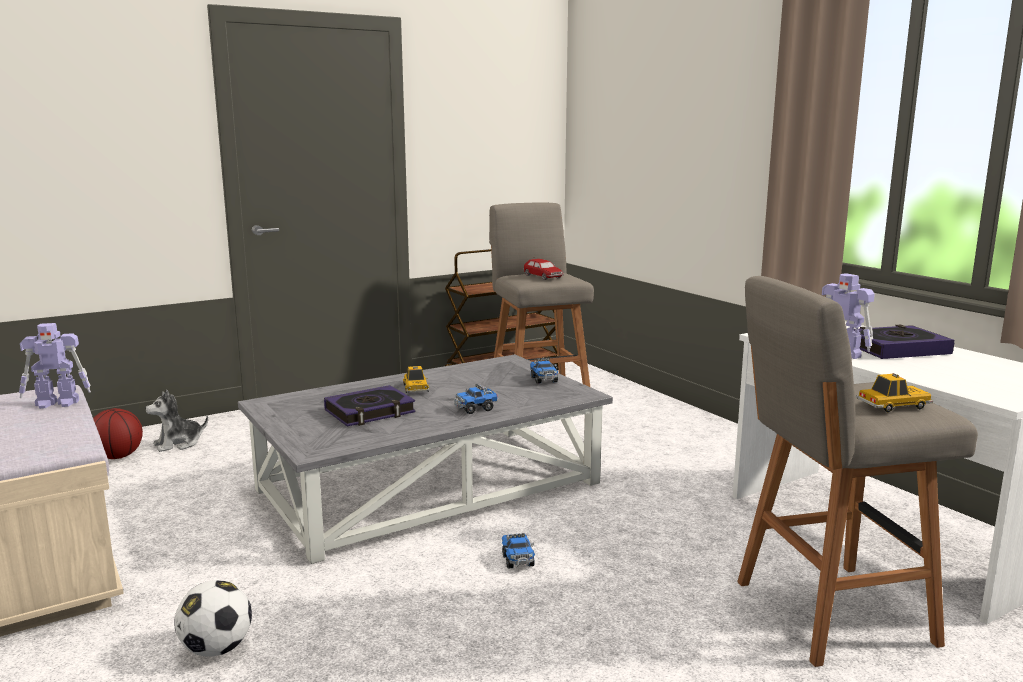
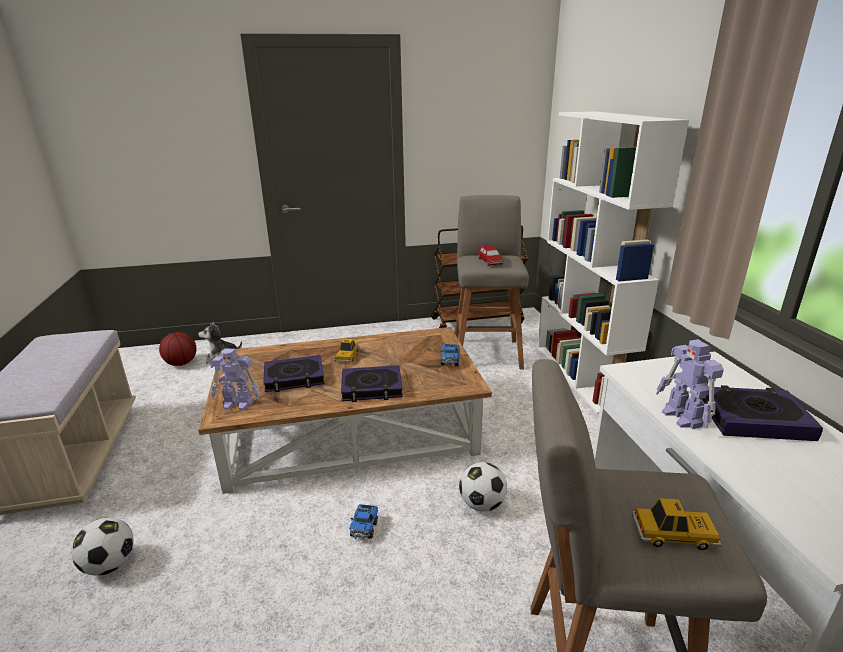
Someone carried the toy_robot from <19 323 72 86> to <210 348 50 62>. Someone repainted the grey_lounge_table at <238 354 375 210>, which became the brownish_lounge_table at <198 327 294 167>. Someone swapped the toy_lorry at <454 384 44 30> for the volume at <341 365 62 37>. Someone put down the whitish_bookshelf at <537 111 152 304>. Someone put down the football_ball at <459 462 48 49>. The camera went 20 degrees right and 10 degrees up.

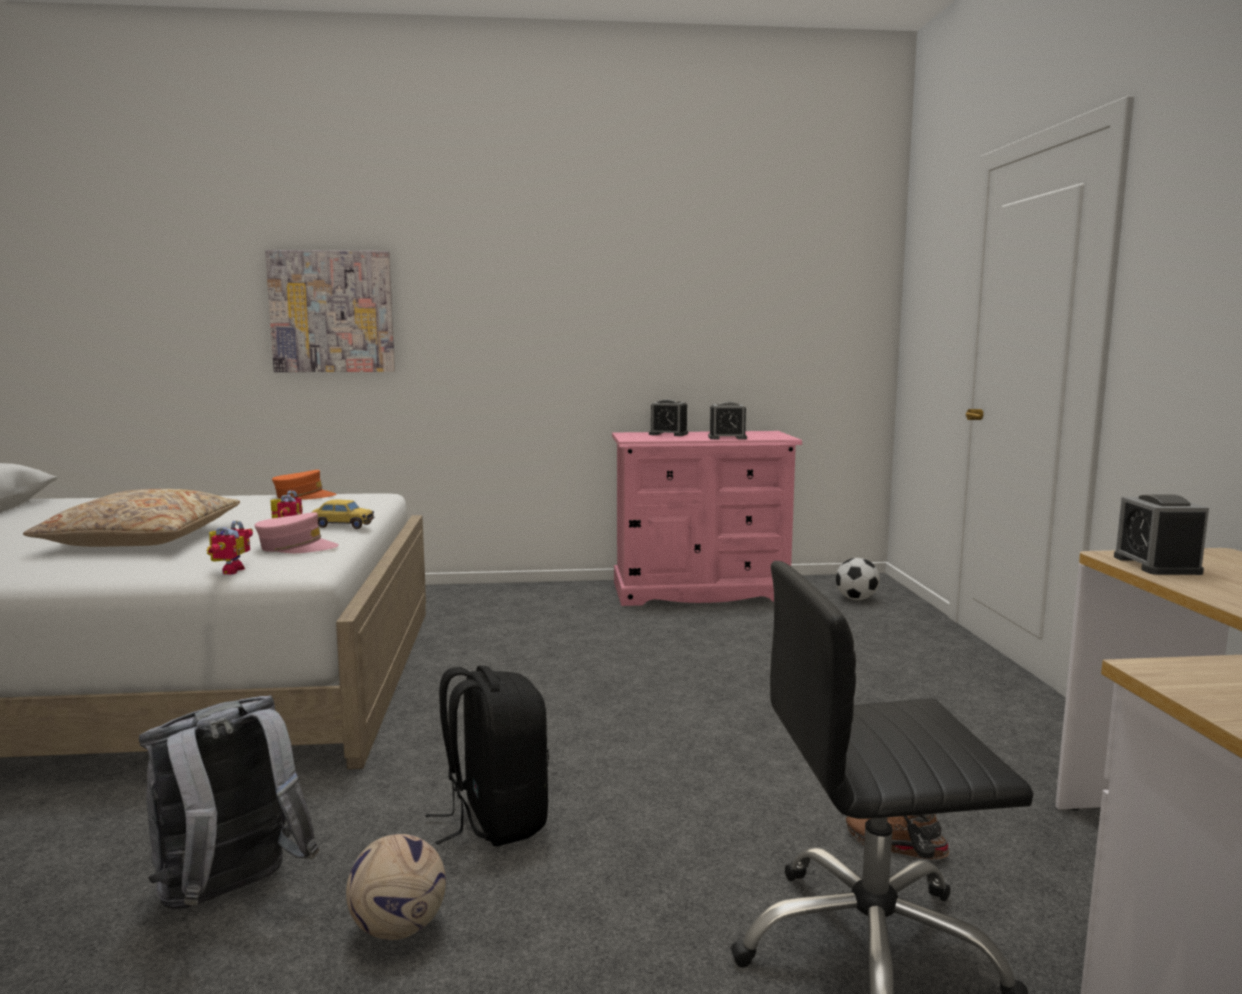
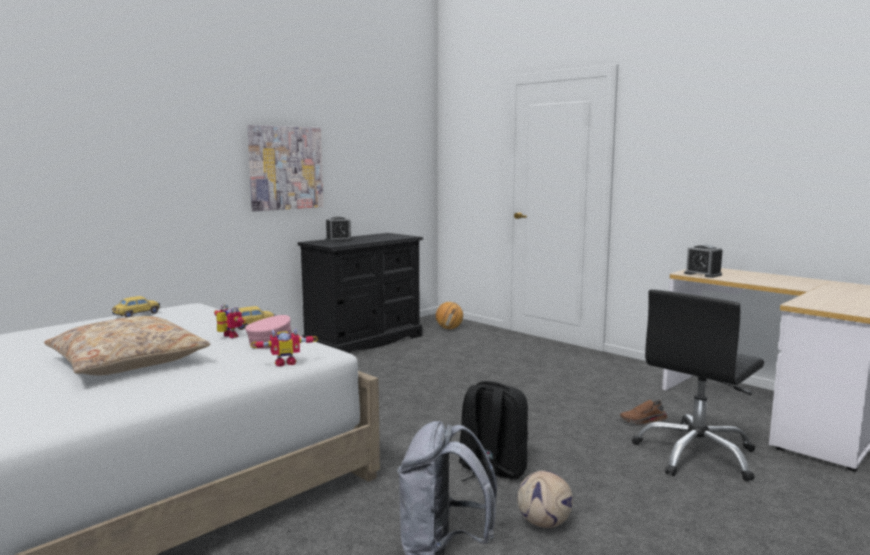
Someone carried the wall_art from <265 250 130 122> to <247 125 76 86>. Someone took away the alarm_clock at <708 401 39 38>. Someone repainted the pink_drawer_chest at <612 431 190 175>, which became the black_drawer_chest at <298 233 125 120>. Someone swapped the orange_peaked_cap at <272 470 64 29> for the miniature_car at <112 296 48 21>. Someone rotated the toy_robot at <207 520 46 55> by 105 degrees clockwise. Someone swapped the football_ball at <836 558 44 42> for the basketball at <436 302 27 27>. The camera went 40 degrees left and 0 degrees up.

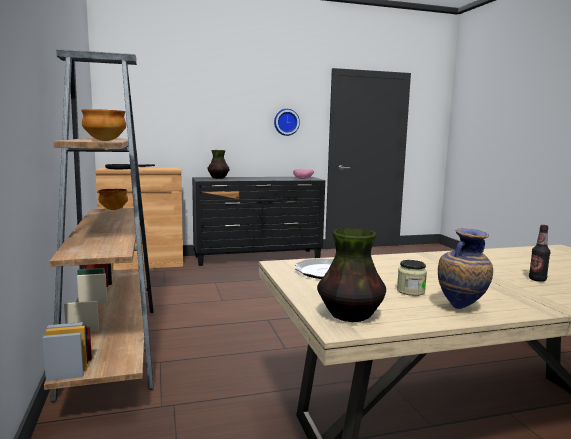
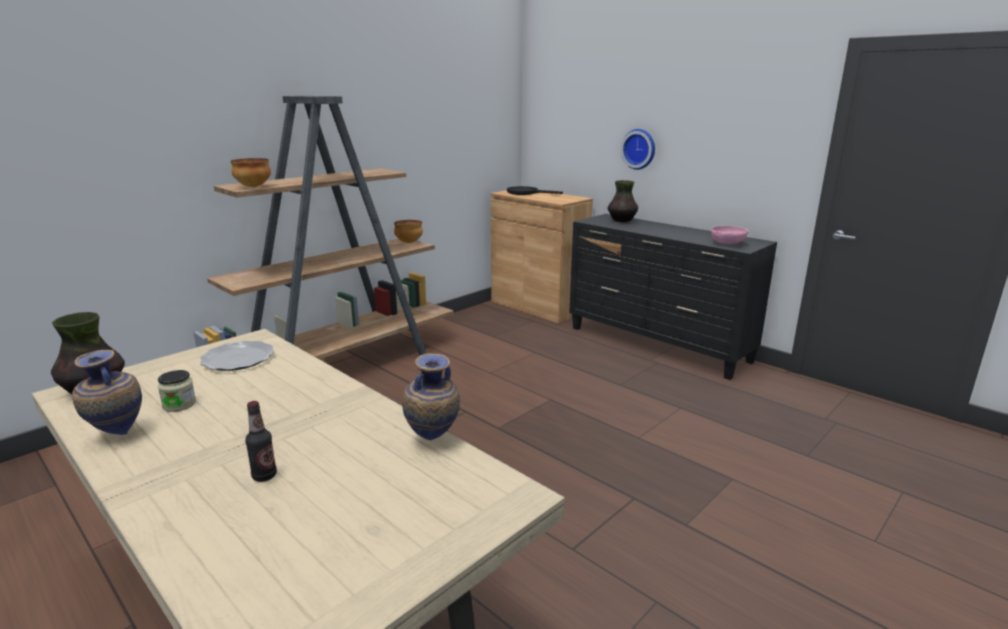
Someone carried the clock_on_the_wall from <274 109 26 27> to <621 129 34 41>. Someone put down the vase at <402 354 58 86>. The camera went 60 degrees right and 10 degrees up.

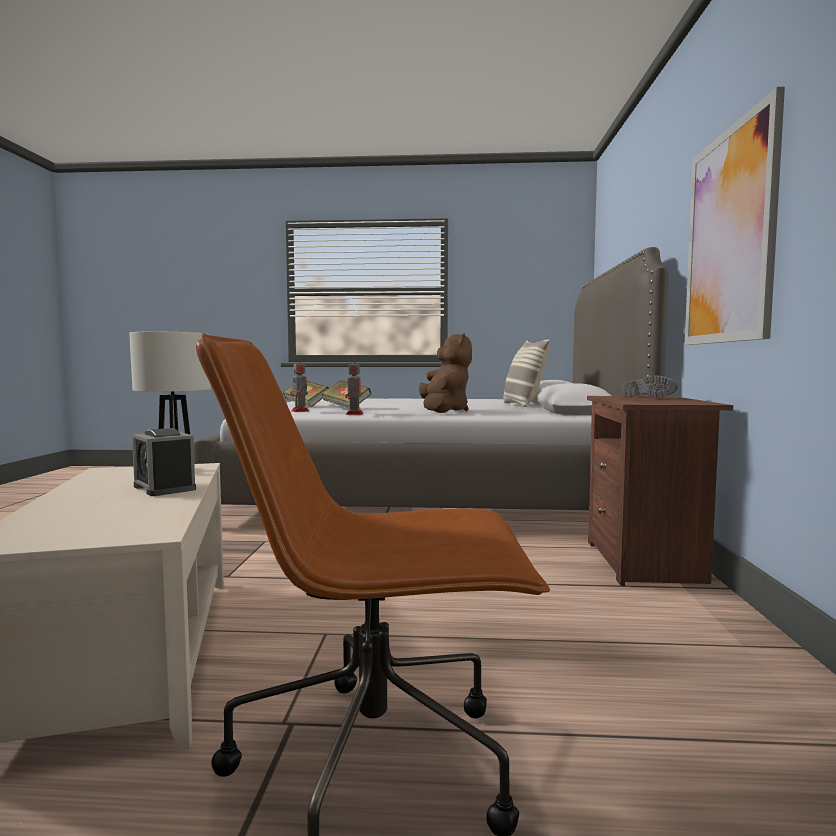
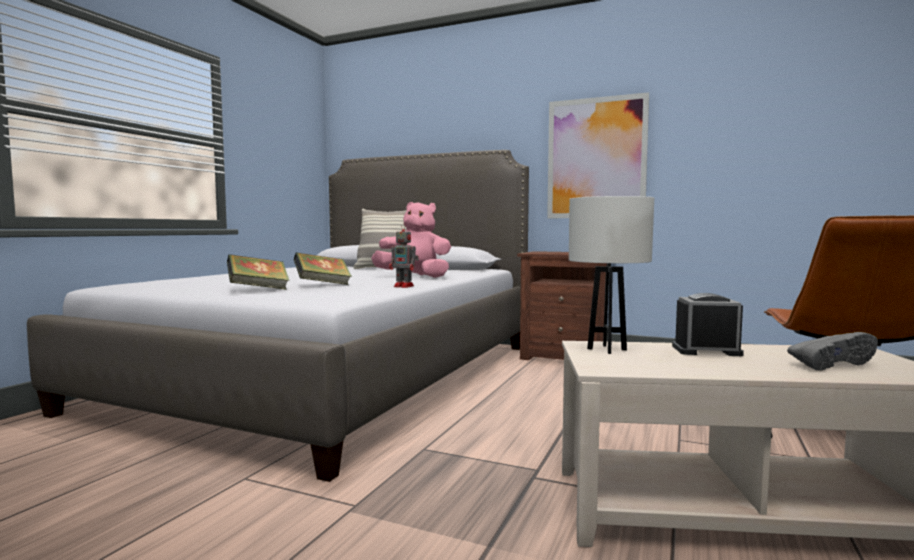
Someone repainted the brownish_cuddly_toy at <419 333 53 80>, which became the pink_cuddly_toy at <371 202 80 76>. Someone took away the toy_robot at <290 357 19 55>. Someone carried the grey_low_shoe from <621 375 57 23> to <787 332 91 39>. Someone rotated the alarm_clock at <132 428 64 68> by 150 degrees counterclockwise. The camera went 70 degrees left and 0 degrees up.

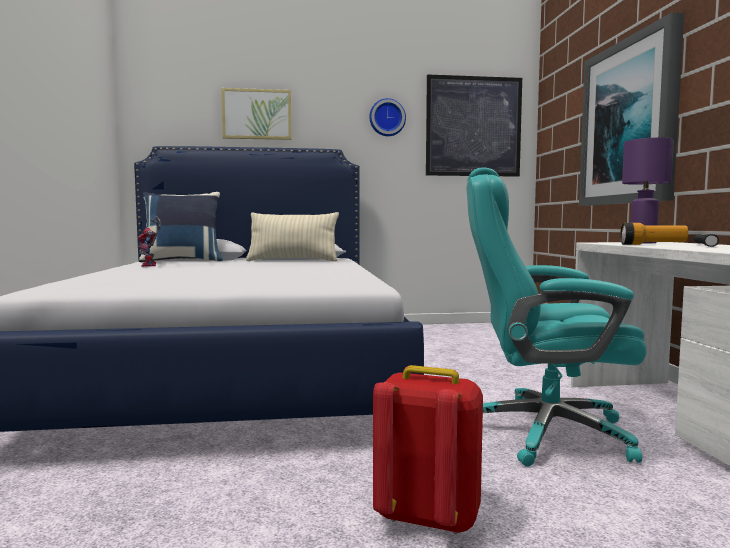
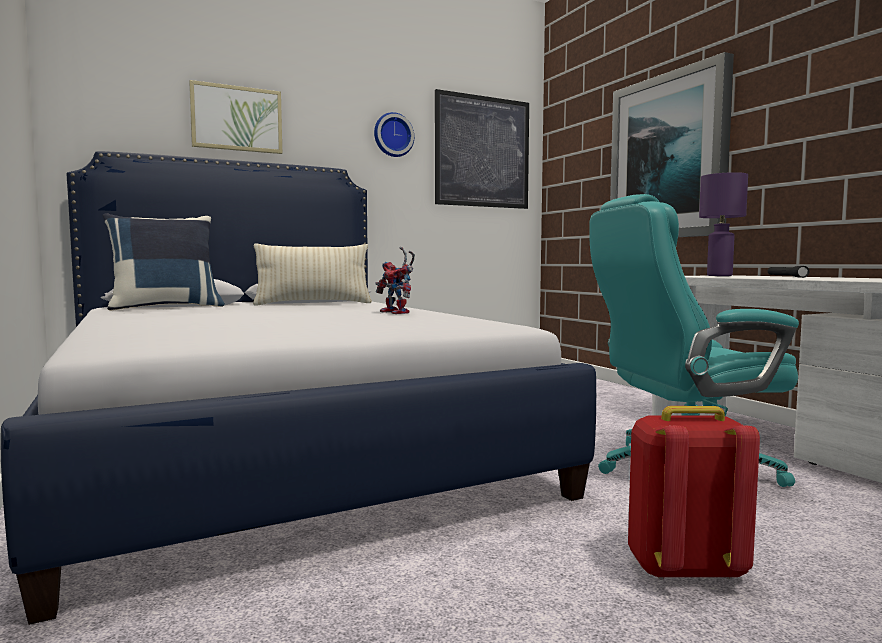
Someone carried the toy_robot from <138 216 23 51> to <375 247 40 67>. Someone took away the hand_torch at <620 223 68 22>. The camera went 20 degrees left and 0 degrees up.

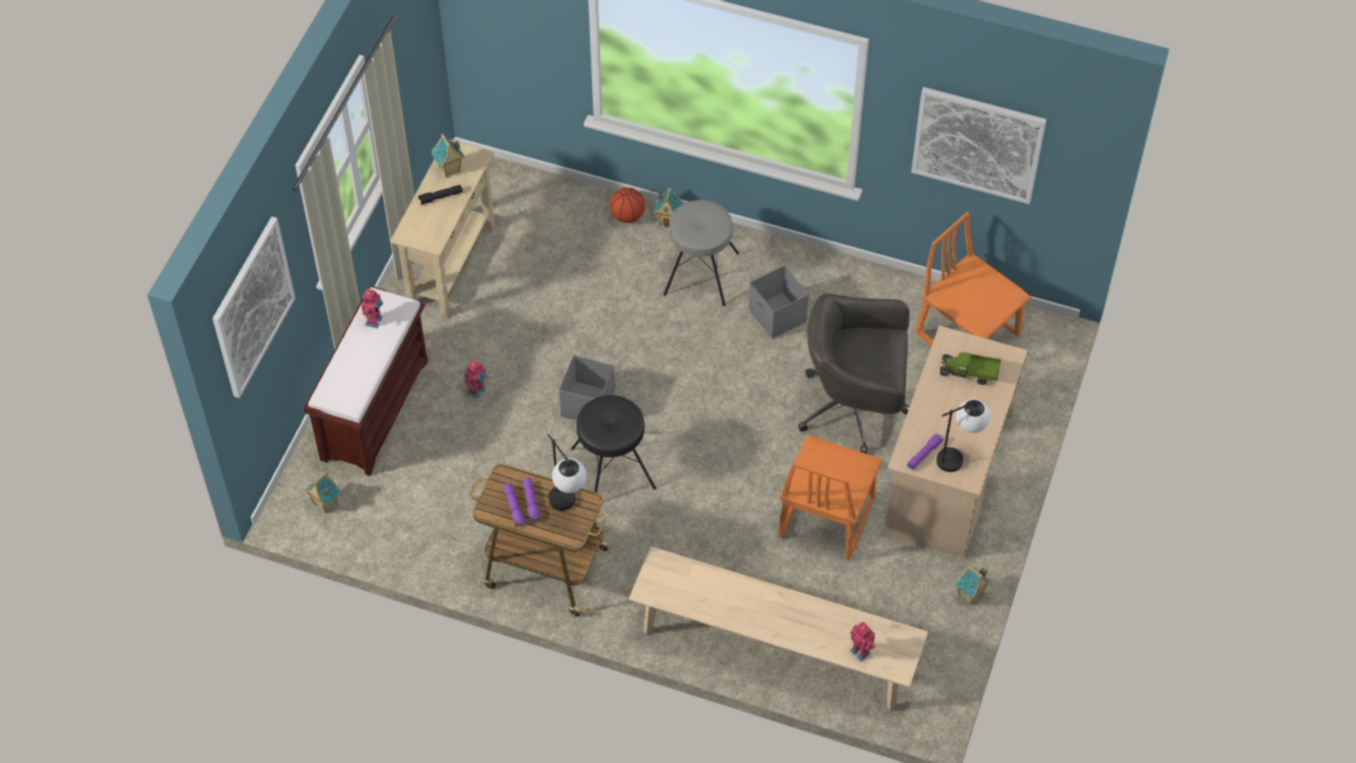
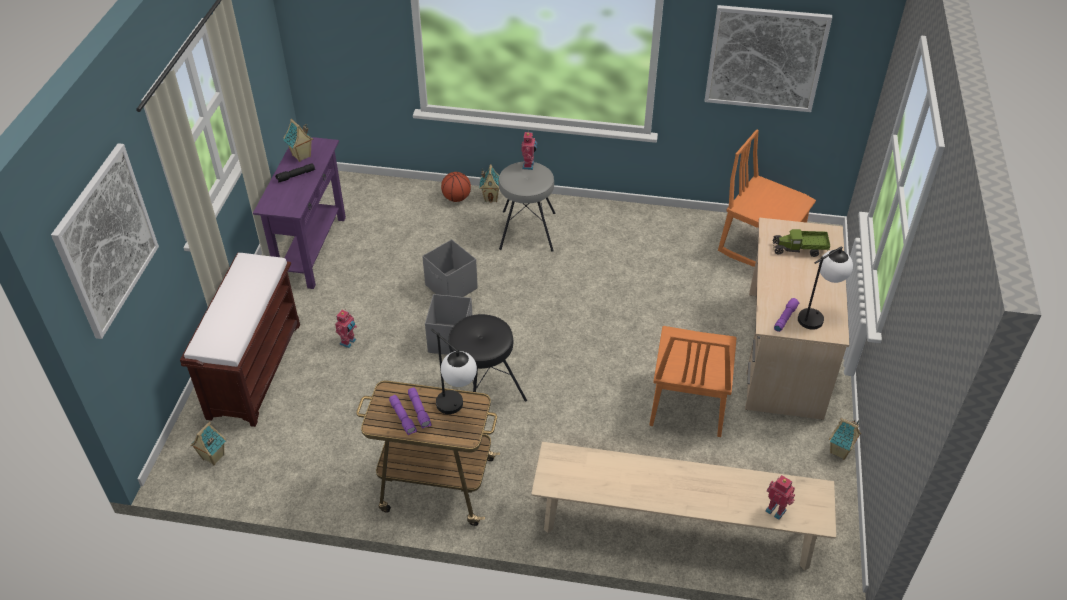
Someone repainted the beige-coloured_console_table at <390 140 104 178>, which became the purplish_console_table at <253 137 93 152>. Someone carried the grey_storage_box from <749 265 60 74> to <422 239 56 58>. Someone carried the toy_robot from <361 288 22 40> to <522 132 15 38>. Someone took away the grey_desk_chair at <798 293 112 161>. The camera went 10 degrees left and 10 degrees down.

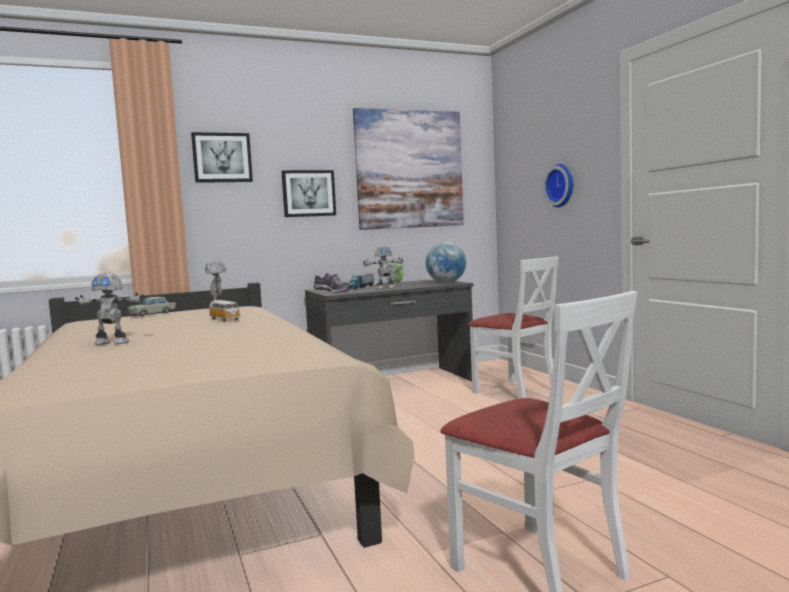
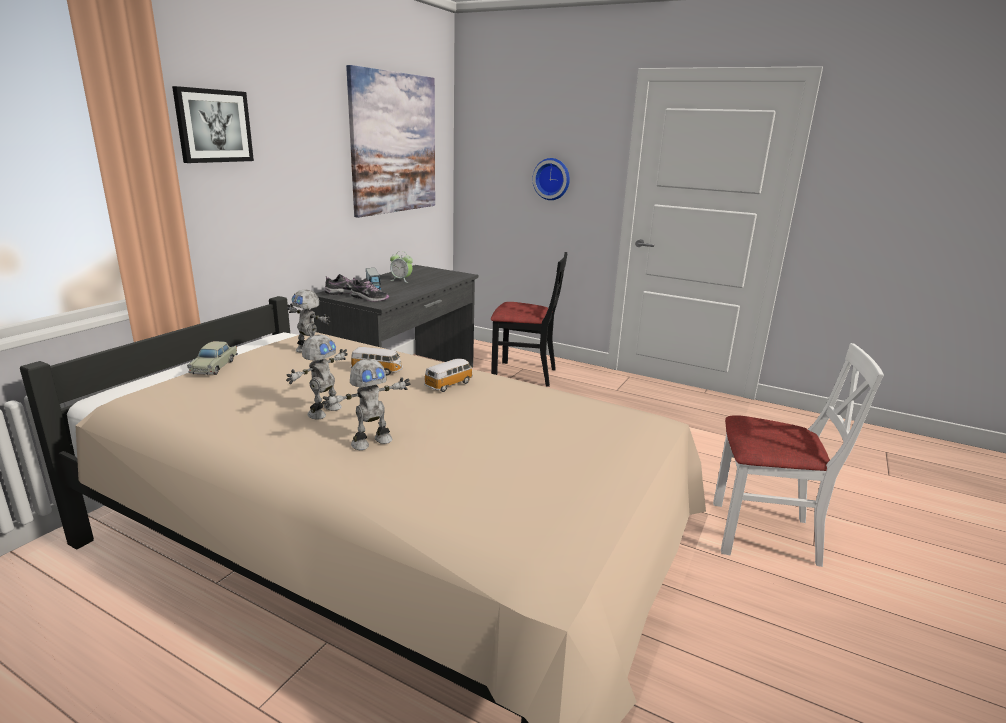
Someone took away the wall_art at <281 170 55 47>. Someone took away the world_globe at <426 242 40 41>. Someone carried the toy_robot from <363 246 41 43> to <286 335 62 85>. Someone repainted the whitish_plain_chair at <468 256 91 142>, which became the black_plain_chair at <491 252 76 135>. Someone put down the miniature_car at <424 359 49 33>. The camera went 40 degrees left and 15 degrees up.

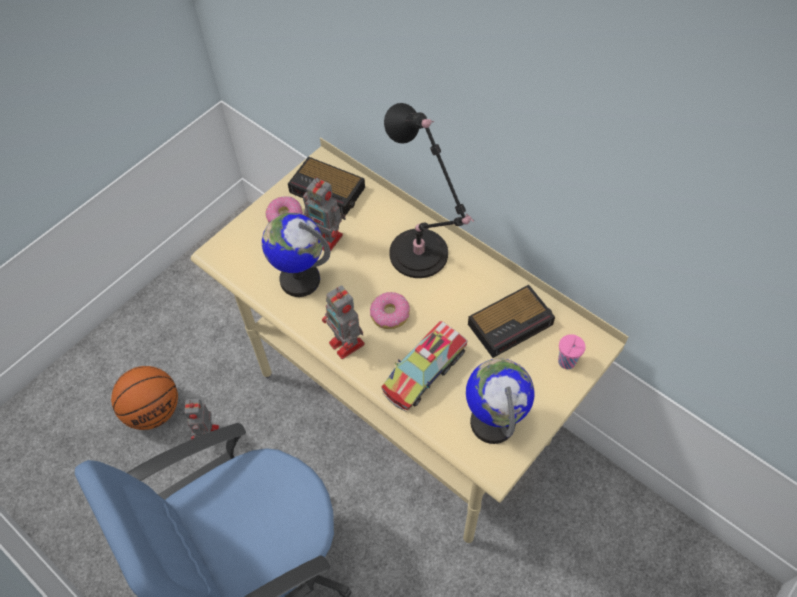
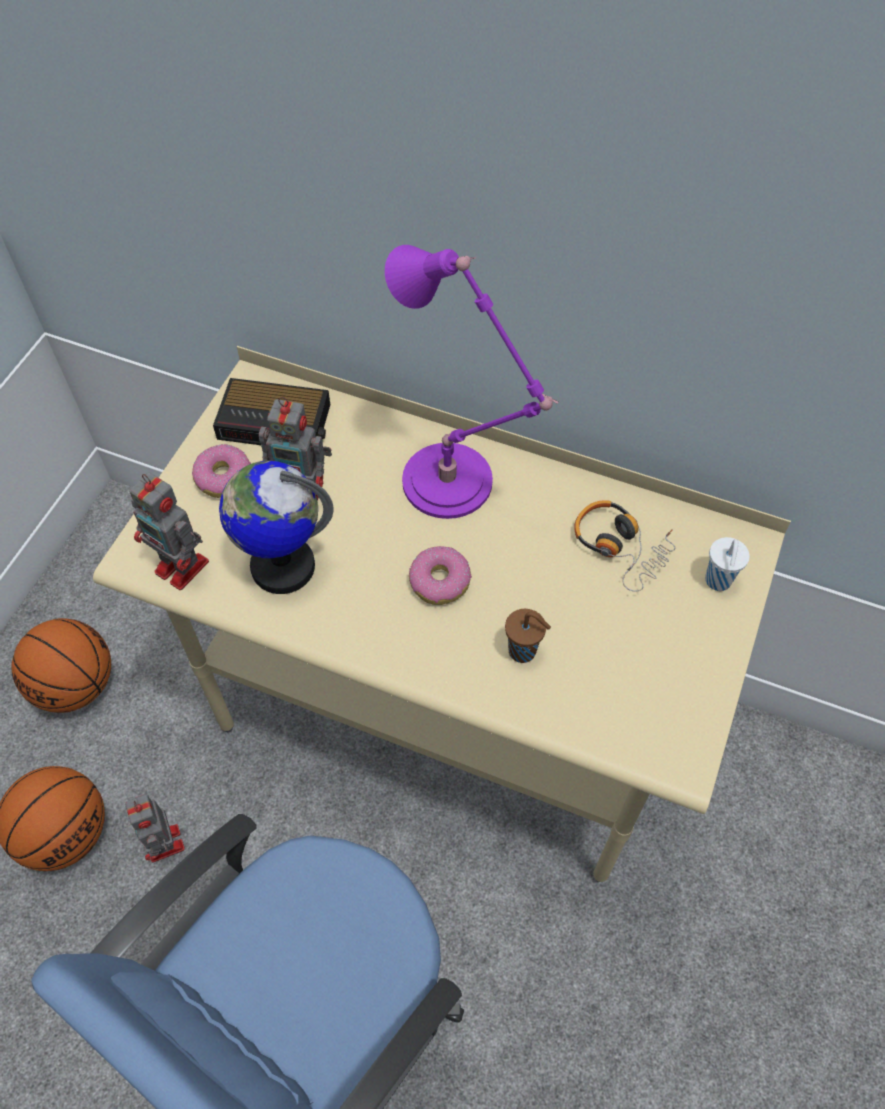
Someone repainted the black_tabletop_lamp at <384 103 90 175>, which became the purplish_tabletop_lamp at <385 245 174 274>. Someone carried the toy_robot from <322 285 43 74> to <129 472 80 118>. Someone swapped the alarm_clock at <468 285 87 73> for the pair_of_headphones at <574 500 102 92>. Someone swapped the toy_lorry at <381 321 86 90> for the brownish_drinking_cup at <505 609 46 54>. Someone repainted the pink_drinking_cup at <558 334 28 35>, which became the whitish_drinking_cup at <705 537 45 54>. Someone took away the world_globe at <466 359 69 85>. Someone put down the basketball at <11 618 100 95>. The camera went 20 degrees left and 0 degrees up.

